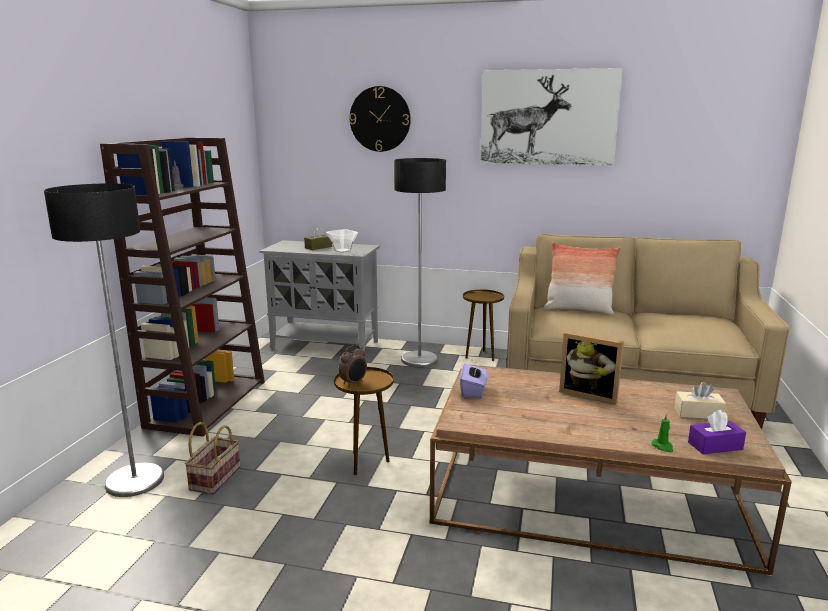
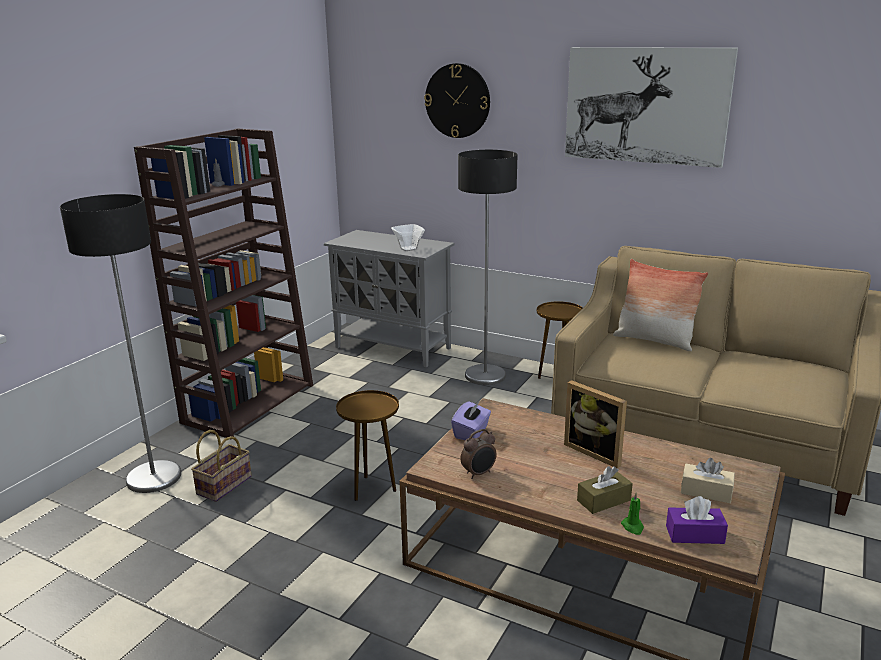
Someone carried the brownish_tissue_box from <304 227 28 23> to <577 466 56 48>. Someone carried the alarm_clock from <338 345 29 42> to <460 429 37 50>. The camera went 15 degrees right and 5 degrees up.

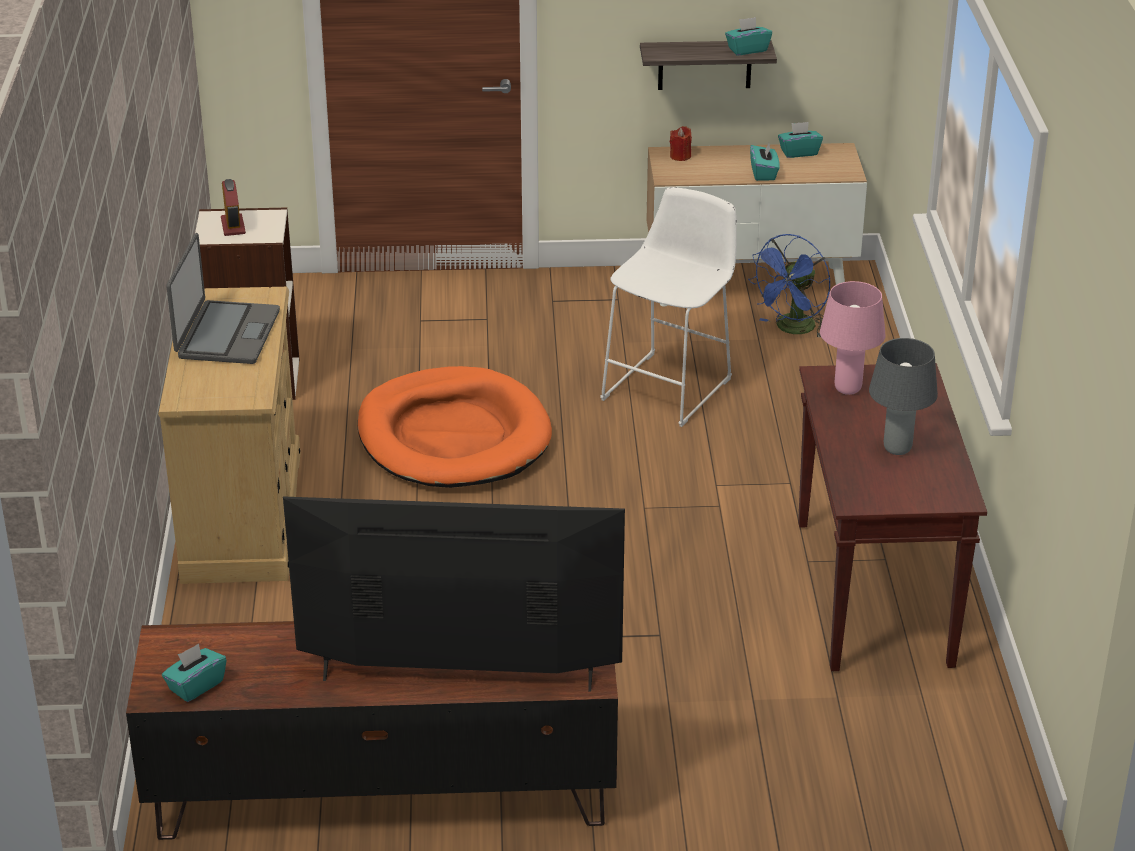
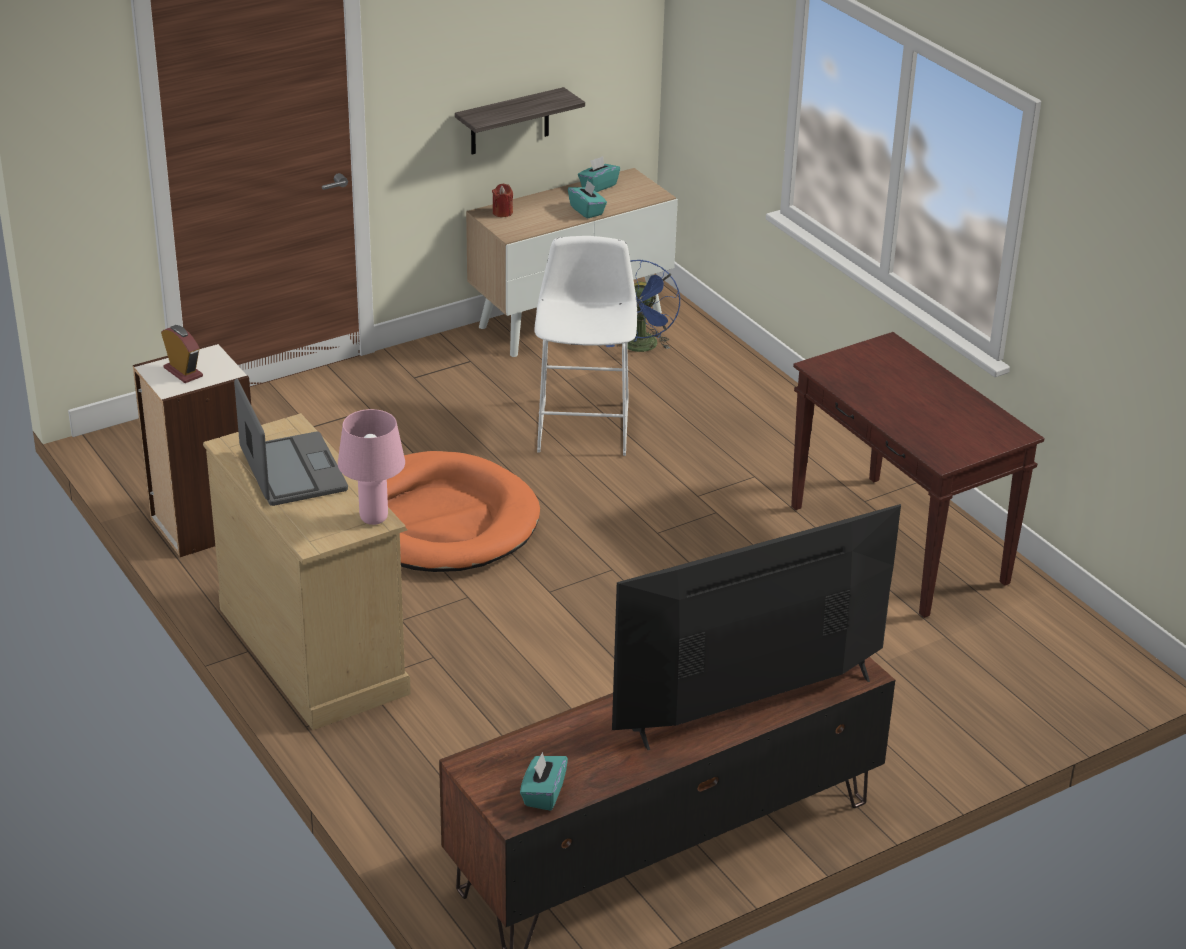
Someone took away the turquoise_tissue_box at <725 17 47 38>. Someone carried the pink_tabletop_lamp from <820 281 66 114> to <338 409 67 116>. Someone took away the grey_tabletop_lamp at <869 338 69 117>. The camera went 30 degrees left and 0 degrees up.

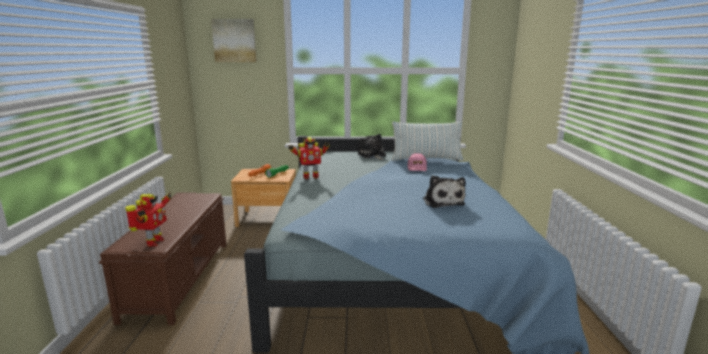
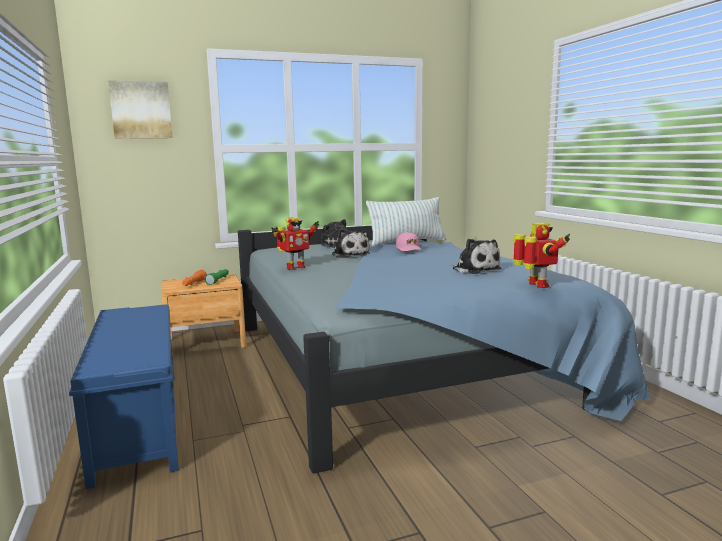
Someone repainted the brownish_bench at <99 192 128 133>, which became the bluish_bench at <69 304 110 185>. Someone carried the toy_robot from <125 192 47 55> to <513 223 57 65>. Someone put down the cuddly_toy at <332 229 38 29>. The camera went 20 degrees left and 5 degrees down.

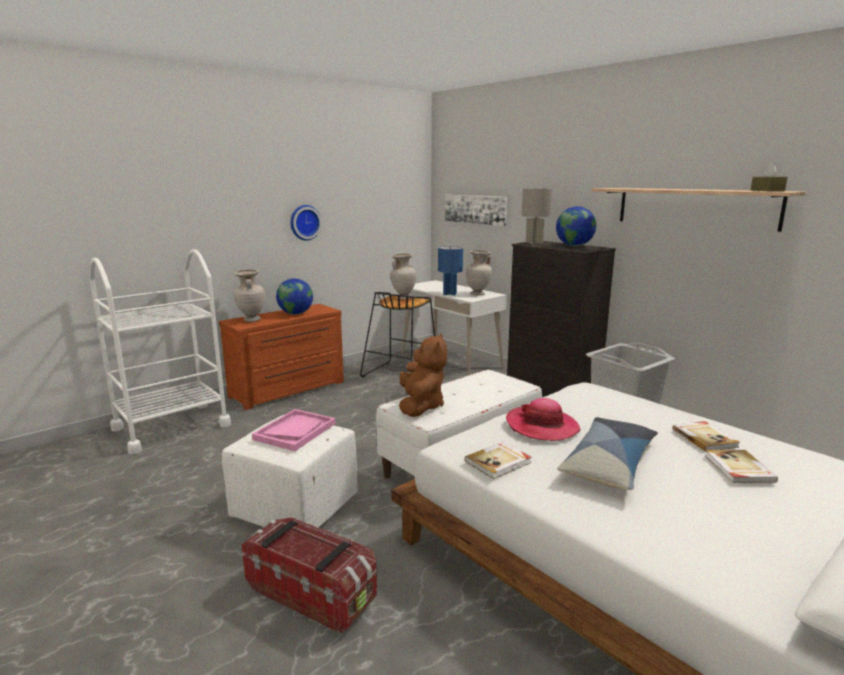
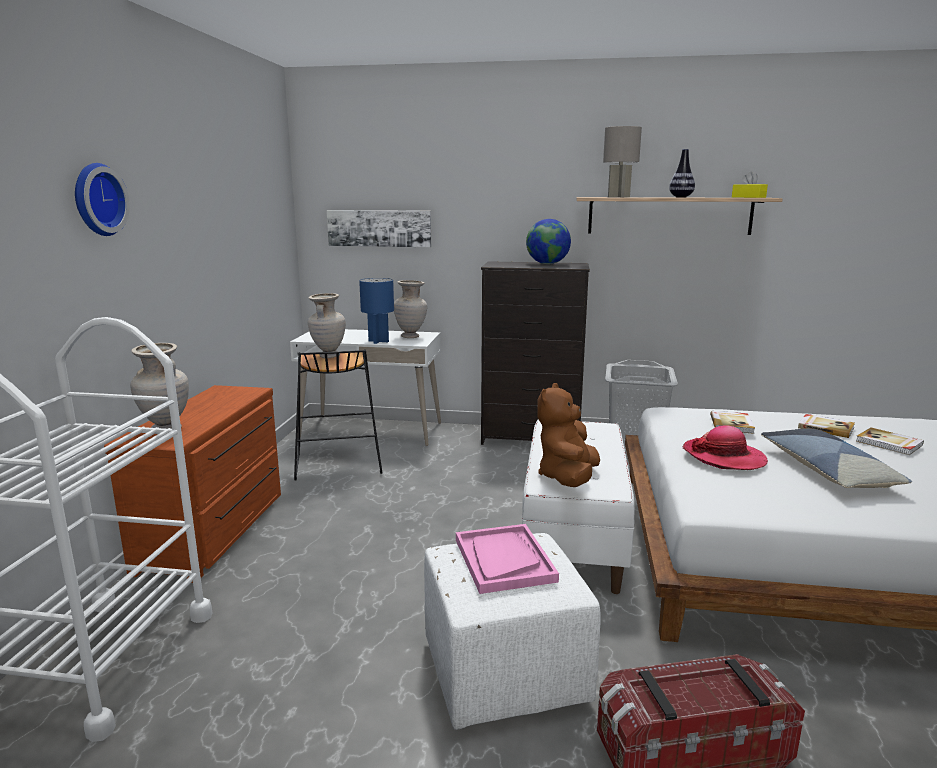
Someone repainted the brownish_tissue_box at <751 163 37 28>, which became the yellowish_tissue_box at <732 172 36 26>. Someone carried the grey_tabletop_lamp from <522 188 30 56> to <603 126 39 71>. Someone carried the clock_on_the_wall from <290 205 32 36> to <75 163 55 73>. Someone took away the world_globe at <276 278 37 37>. Someone rotated the brownish_cuddly_toy at <399 333 48 84> by 120 degrees counterclockwise. Someone carried the volume from <465 442 67 37> to <710 411 45 23>. Someone put down the vase at <669 149 26 48>. The camera went 40 degrees left and 0 degrees up.

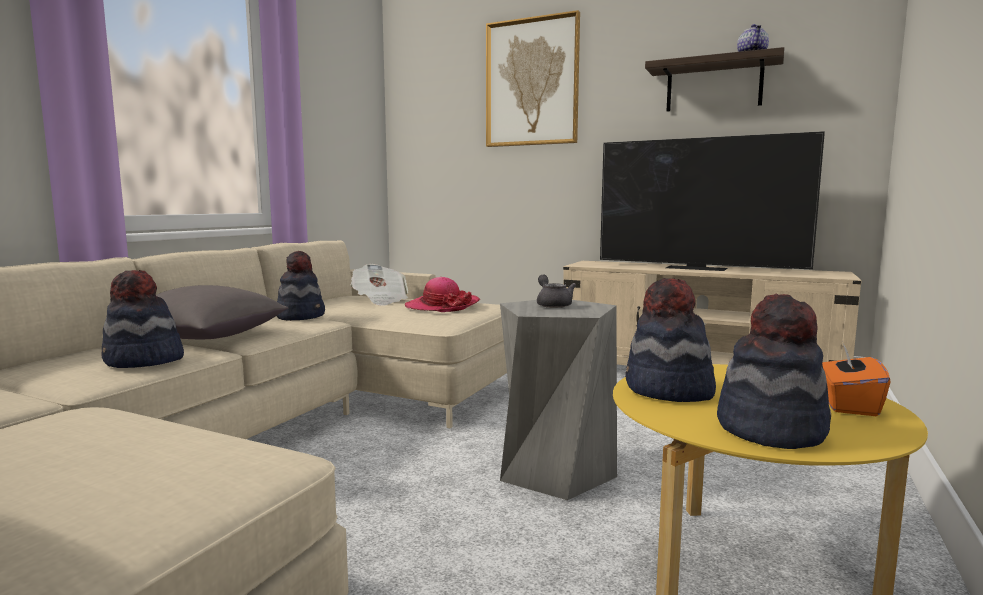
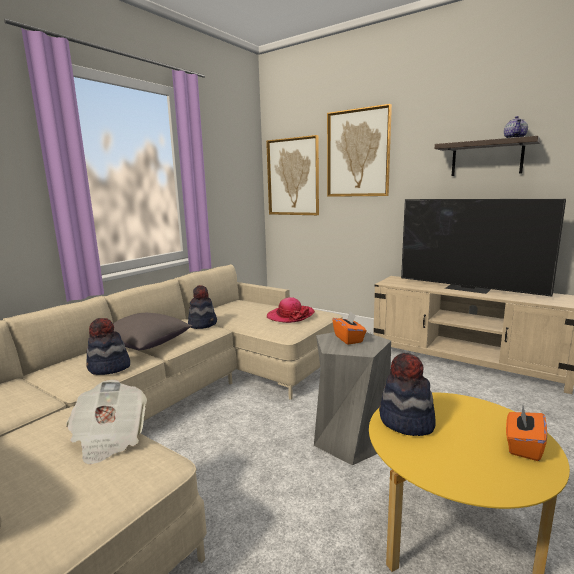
Someone carried the newspaper from <351 264 57 42> to <66 380 81 85>. Someone swapped the grey_tea_pot at <537 275 39 33> for the orange_tissue_box at <333 312 34 33>. Someone took away the hat at <717 293 114 156>. Someone put up the wall_art at <266 135 53 80>. The camera went 10 degrees right and 5 degrees up.

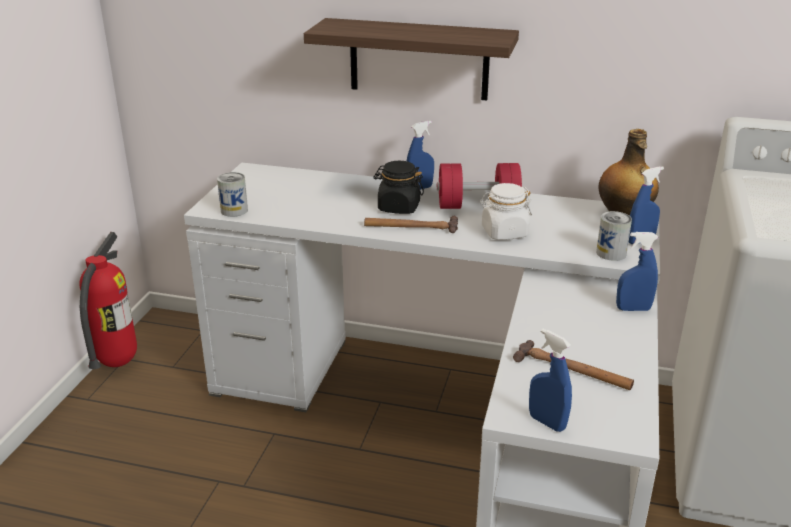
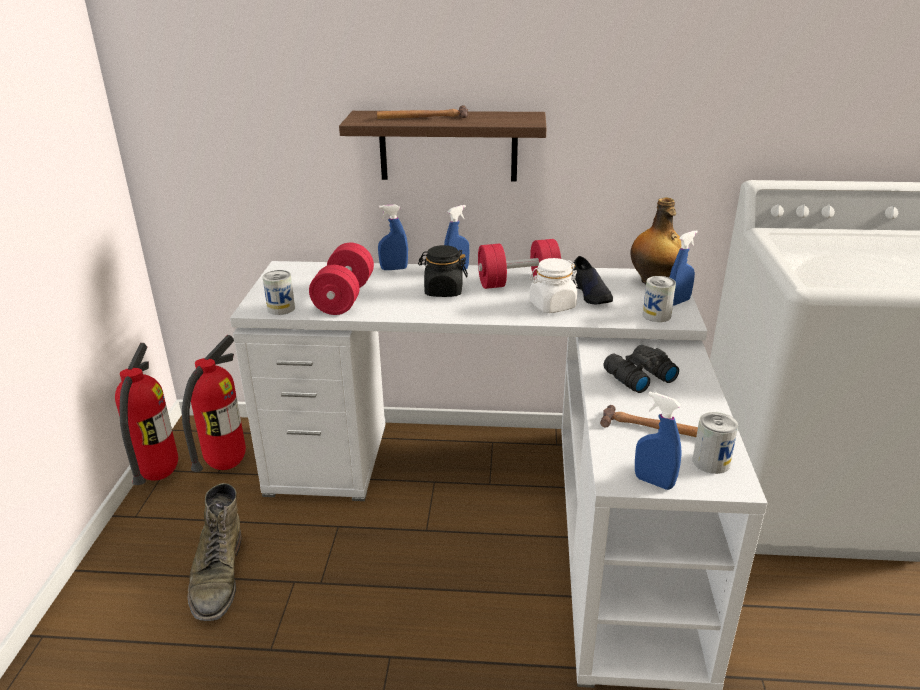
Someone carried the tool_hammer from <364 216 94 17> to <376 105 92 14>. Someone carried the bluish_sprayer from <616 232 42 79> to <378 205 30 65>. Someone put down the red_hand_weight at <309 243 65 72>. Someone put down the black_low_shoe at <572 256 41 48>. Someone put down the fire_extinguisher at <182 335 64 137>. Someone put down the black_field_glasses at <603 345 76 48>. Someone put down the can at <693 412 45 62>. Someone put down the greenish_boot at <187 483 54 138>. The camera went 10 degrees left and 0 degrees up.

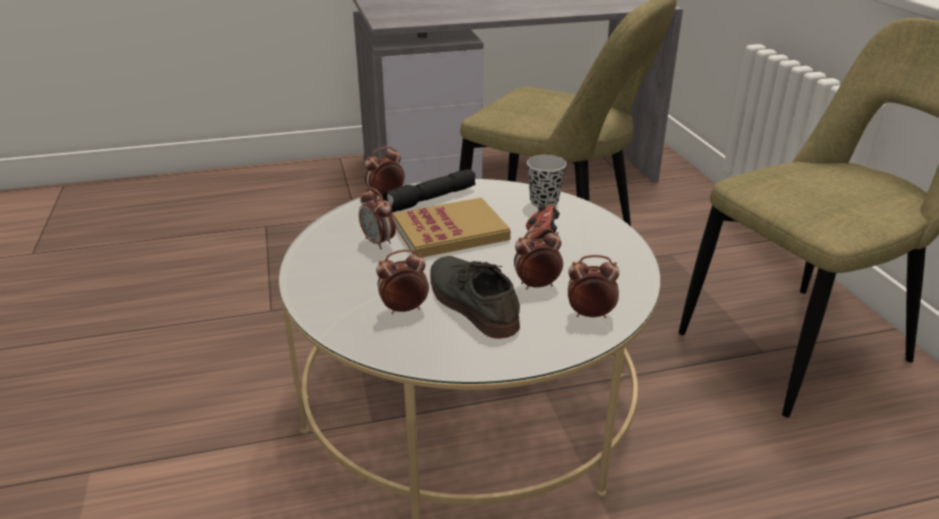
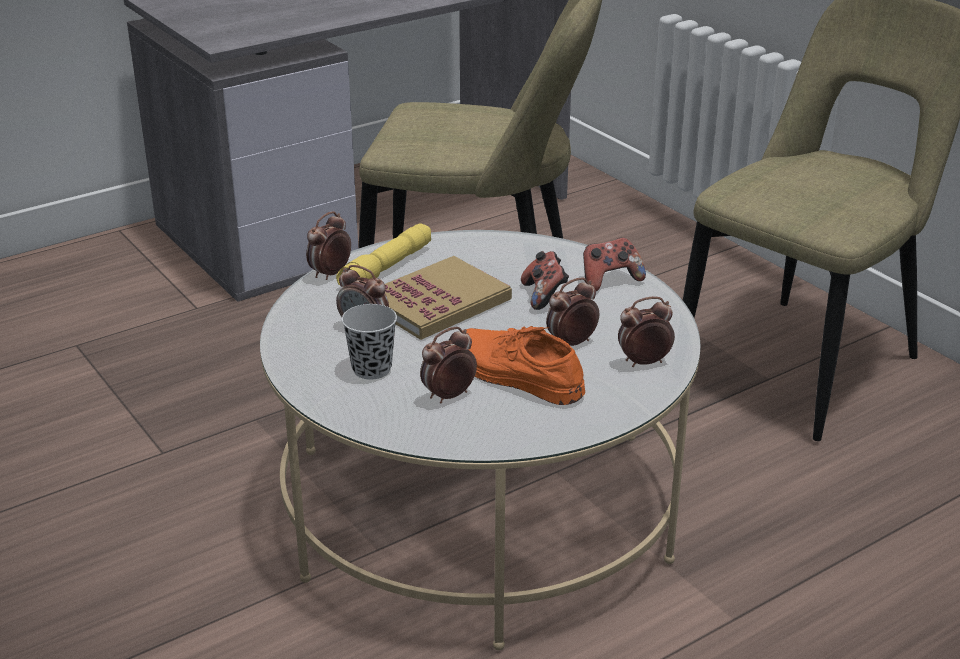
Someone carried the black_drinking_cup from <527 155 40 52> to <342 304 55 76>. Someone repainted the black_hand_torch at <382 169 94 43>, which became the yellowish_hand_torch at <336 223 95 62>. Someone repainted the grey_low_shoe at <430 256 90 83>, which became the orange_low_shoe at <466 326 119 79>. Someone put down the gamepad at <583 237 63 54>. The camera went 20 degrees left and 0 degrees up.

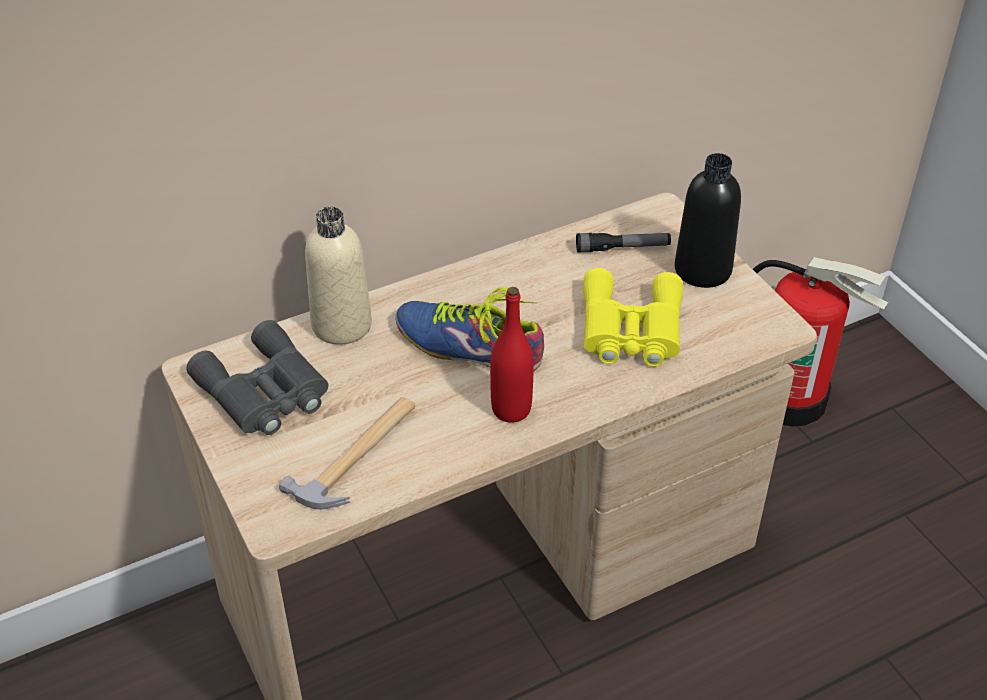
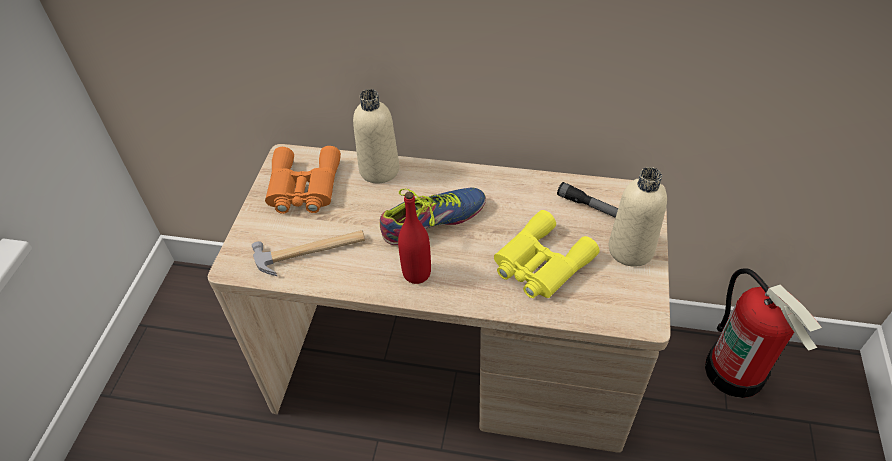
Someone repainted the black_bottle at <675 153 66 135>, which became the beige-coloured_bottle at <609 167 58 100>. Someone rotated the low_shoe at <395 287 149 84> by 90 degrees clockwise. Someone repainted the grey_field_glasses at <186 320 142 115>, which became the orange_field_glasses at <265 146 76 68>. The camera went 40 degrees right and 5 degrees up.

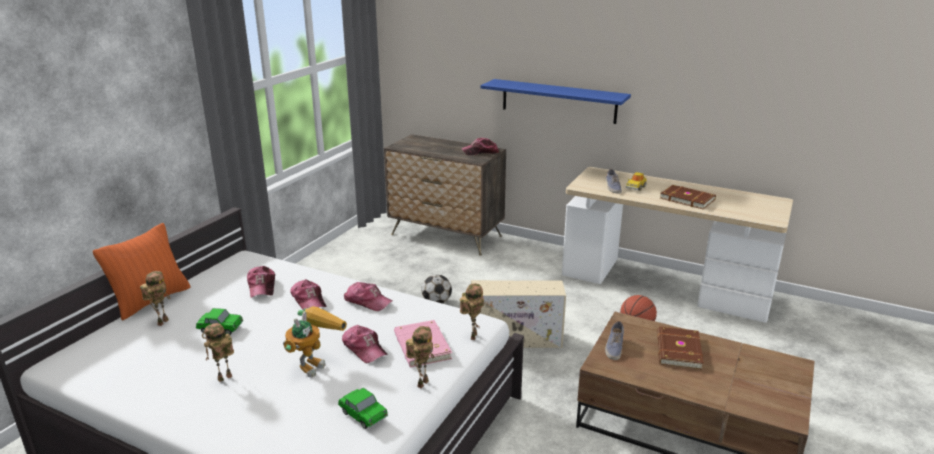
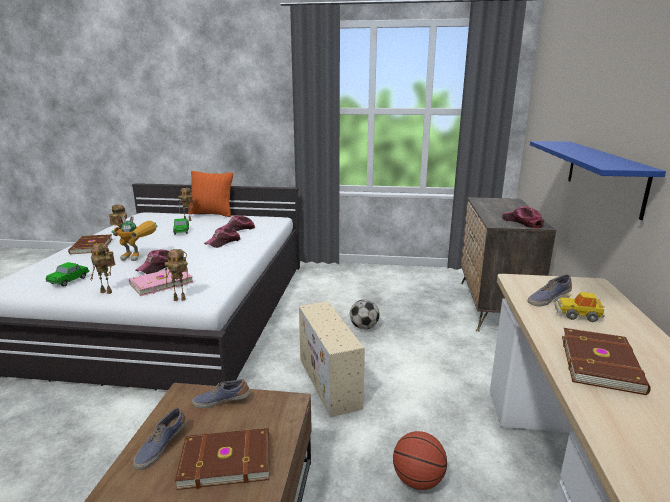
Someone took away the peaked_cap at <344 282 48 29>. Someone put down the brownish_volume at <68 234 45 20>. Someone put down the low_shoe at <133 407 54 63>. The camera went 70 degrees right and 5 degrees down.

